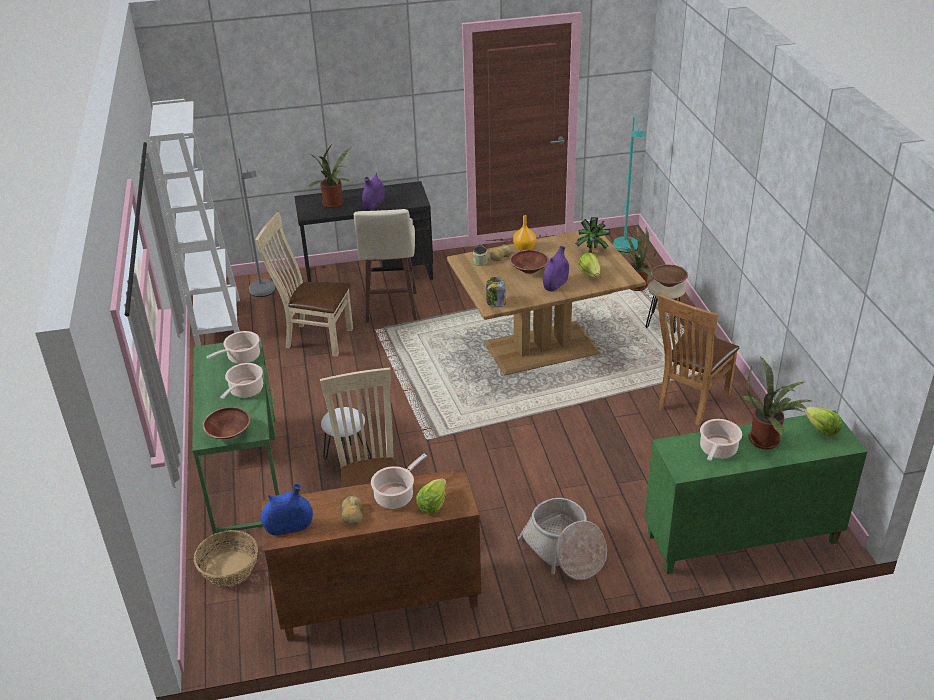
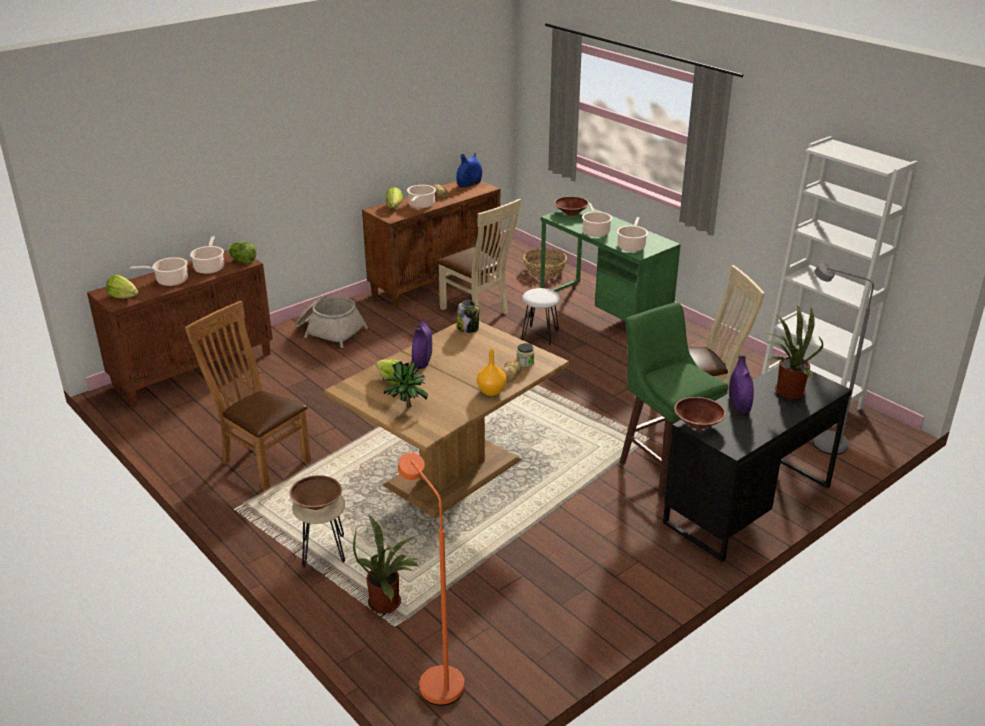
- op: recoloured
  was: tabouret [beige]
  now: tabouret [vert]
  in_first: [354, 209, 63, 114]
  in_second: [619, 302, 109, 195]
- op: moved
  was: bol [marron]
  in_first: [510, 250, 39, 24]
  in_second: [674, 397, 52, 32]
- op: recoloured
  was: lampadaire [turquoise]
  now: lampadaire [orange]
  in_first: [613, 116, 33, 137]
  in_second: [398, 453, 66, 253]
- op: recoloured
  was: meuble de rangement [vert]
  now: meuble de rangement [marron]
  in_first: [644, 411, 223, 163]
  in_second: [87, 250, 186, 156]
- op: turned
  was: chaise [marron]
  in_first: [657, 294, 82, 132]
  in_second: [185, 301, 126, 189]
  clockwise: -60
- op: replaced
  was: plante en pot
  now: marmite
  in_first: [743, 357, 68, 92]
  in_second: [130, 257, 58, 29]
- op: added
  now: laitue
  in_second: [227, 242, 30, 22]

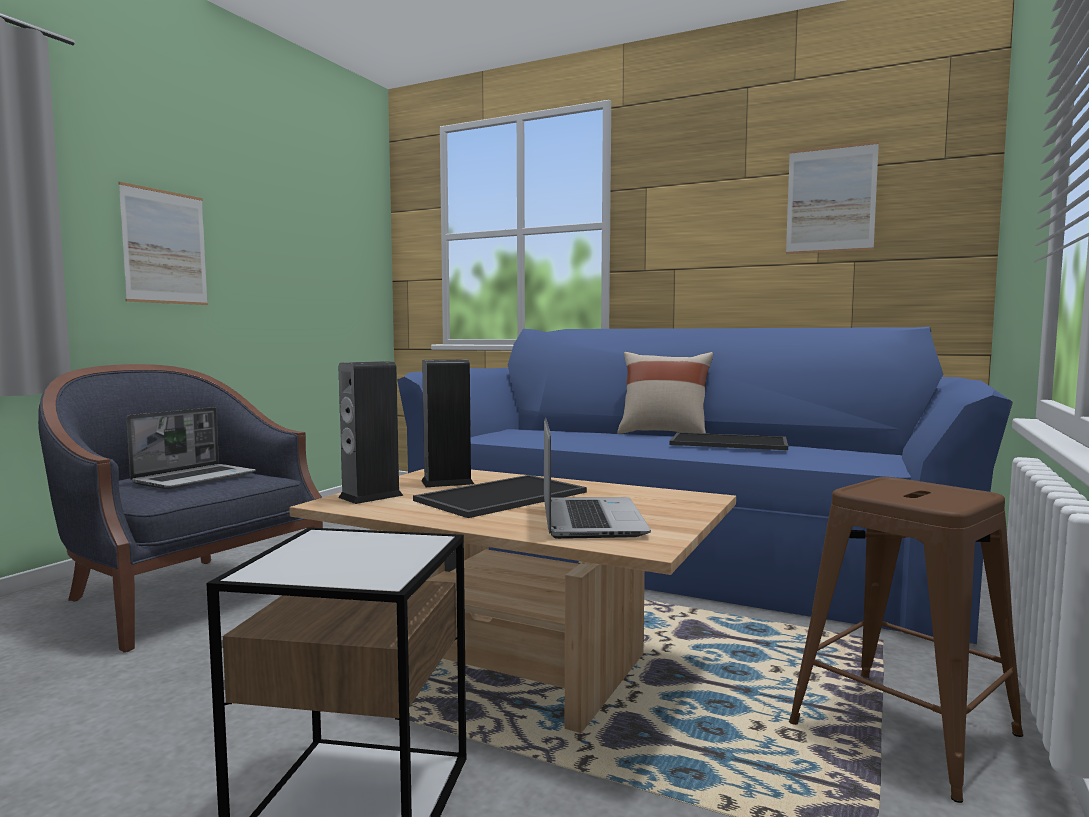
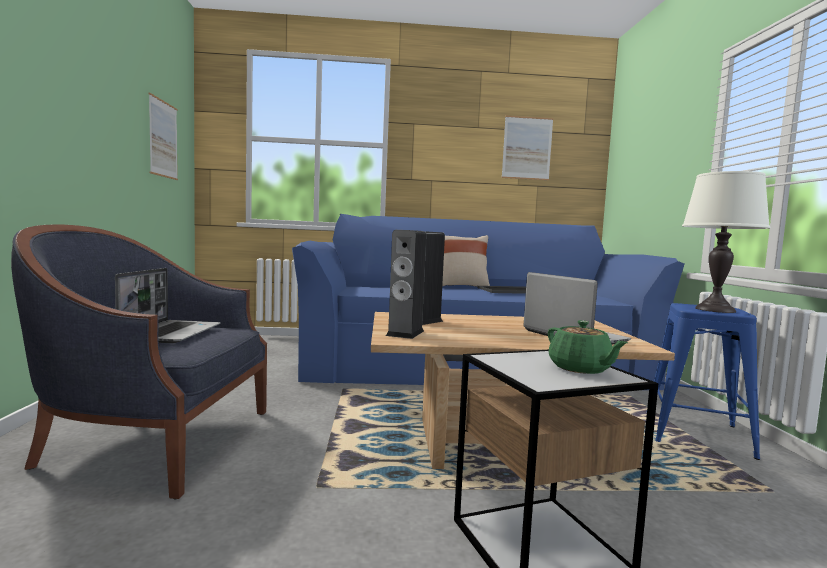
- op: moved
  was: tableau
  in_first: [118, 182, 90, 123]
  in_second: [149, 93, 29, 87]
- op: removed
  was: plateau
  in_first: [413, 475, 174, 43]
- op: recoloured
  was: tabouret [marron]
  now: tabouret [bleu]
  in_first: [789, 477, 234, 326]
  in_second: [646, 303, 114, 157]
- op: added
  now: théière [vert]
  in_second: [548, 320, 80, 54]
- op: added
  now: lampe de table [blanc]
  in_second: [682, 171, 88, 142]

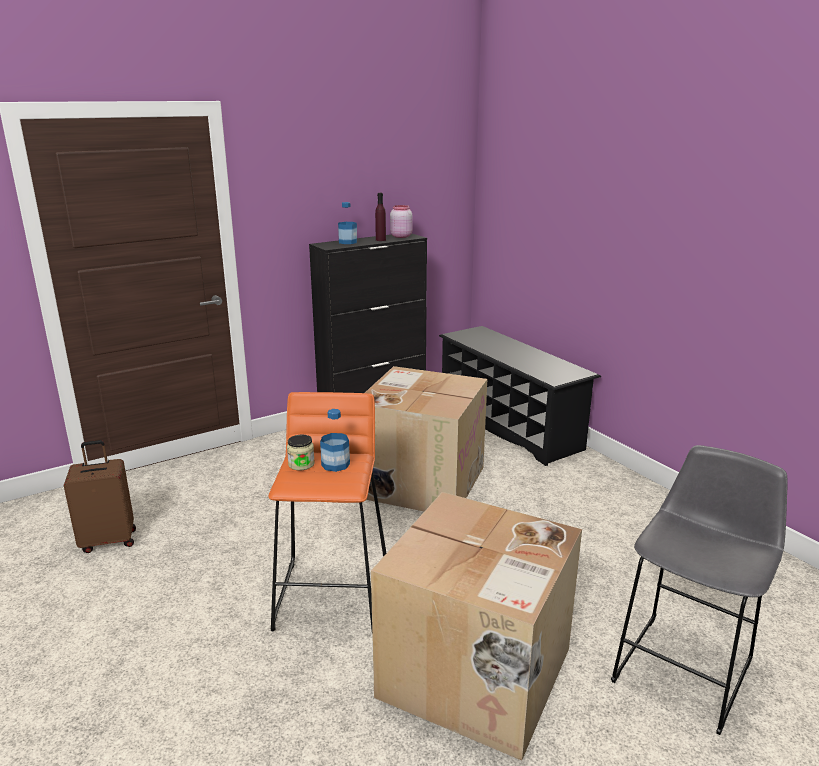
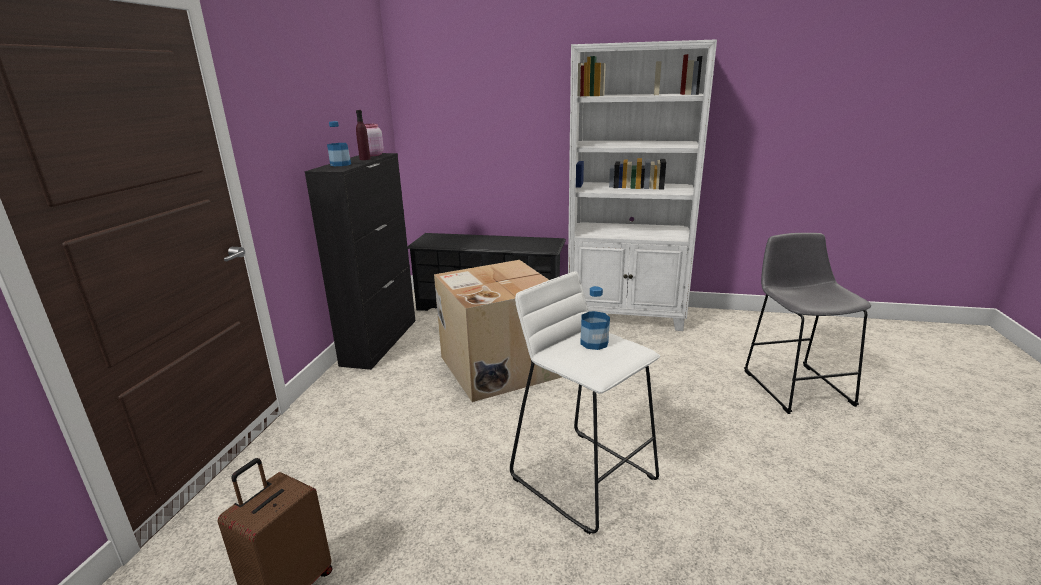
- op: recoloured
  was: tabouret [orange]
  now: tabouret [blanc]
  in_first: [268, 392, 118, 239]
  in_second: [510, 271, 150, 263]
- op: removed
  was: bocal
  in_first: [287, 435, 28, 35]
- op: removed
  was: carton
  in_first: [371, 492, 211, 268]
- op: added
  now: bibliothèque [blanc]
  in_second: [568, 39, 149, 292]

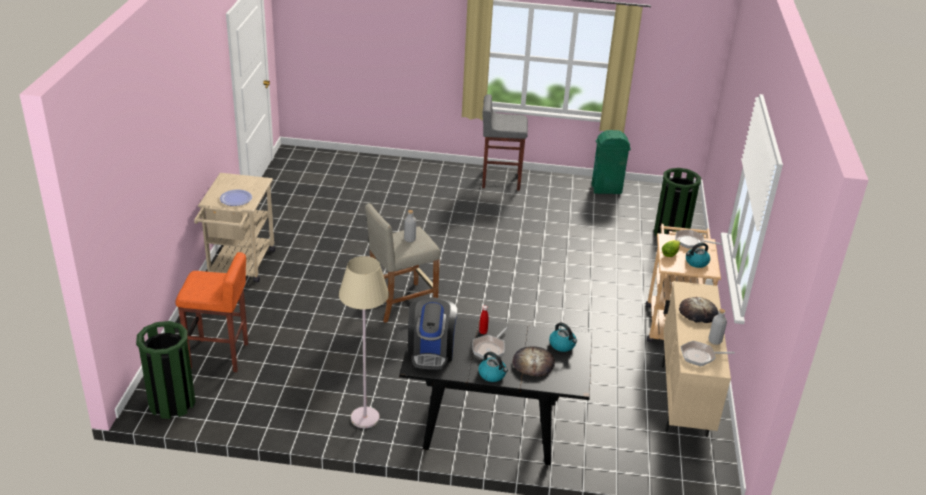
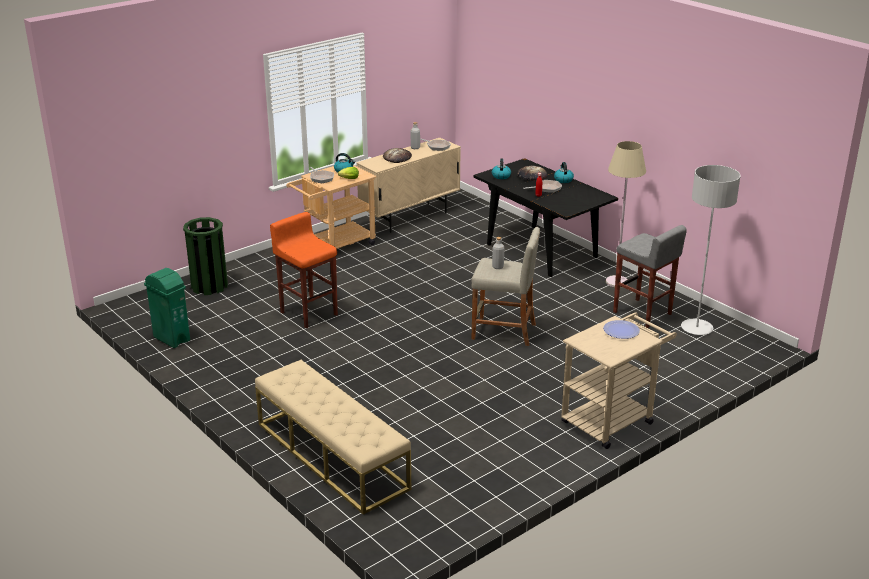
- op: removed
  was: poubelle [vert]
  in_first: [136, 321, 60, 98]
- op: moved
  was: tabouret [orange]
  in_first: [175, 252, 73, 120]
  in_second: [270, 212, 68, 116]
- op: removed
  was: machine à café
  in_first: [408, 297, 49, 73]
- op: moved
  was: tabouret [gris]
  in_first: [482, 94, 46, 97]
  in_second: [613, 225, 74, 103]
- op: added
  now: banc [beige]
  in_second: [255, 360, 156, 155]
- op: added
  now: lampadaire [gris]
  in_second: [681, 165, 60, 170]

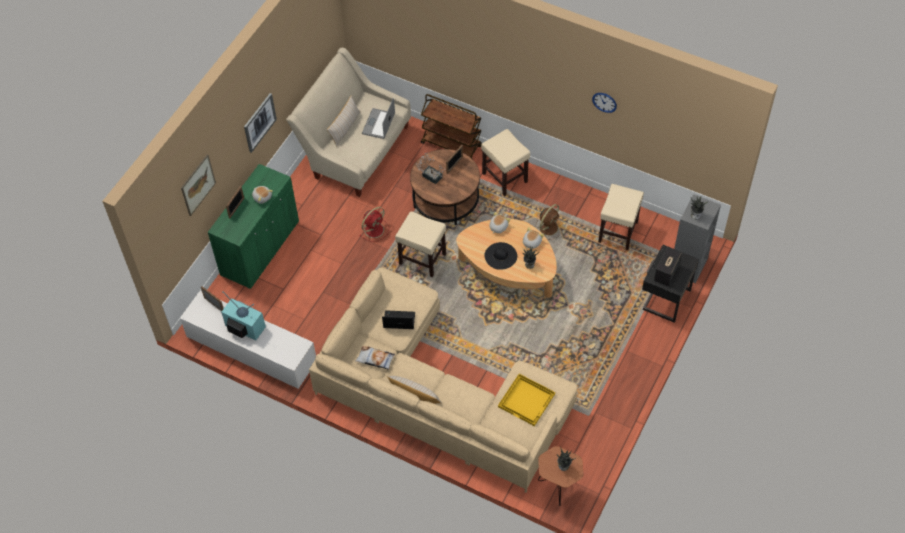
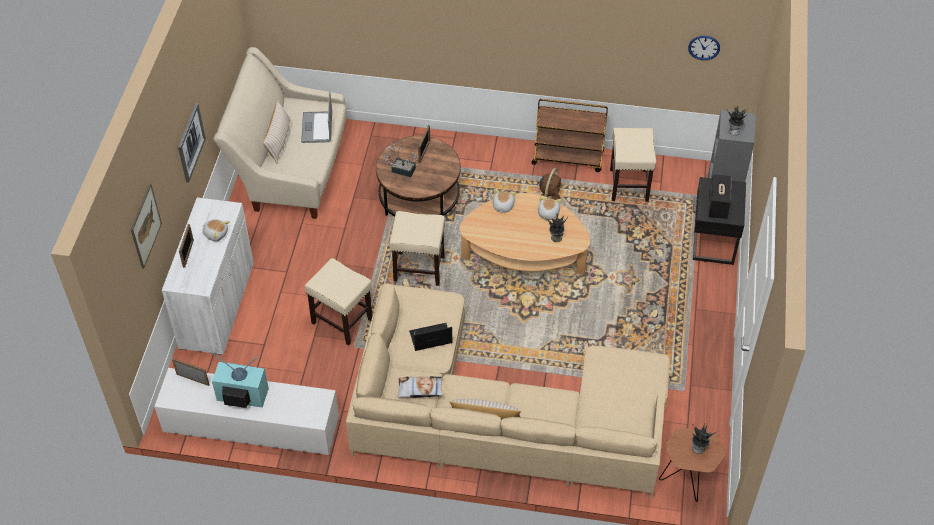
- op: recoloured
  was: meuble de rangement [vert]
  now: meuble de rangement [blanc]
  in_first: [208, 164, 91, 125]
  in_second: [162, 198, 92, 157]
- op: removed
  was: ventilateur [rouge]
  in_first: [360, 207, 29, 35]
- op: moved
  was: chariot [marron]
  in_first: [421, 94, 61, 64]
  in_second: [531, 99, 77, 73]
- op: moved
  was: tabouret [beige]
  in_first: [481, 129, 49, 67]
  in_second: [305, 258, 67, 87]
- op: removed
  was: chapeau [noir]
  in_first: [485, 242, 32, 28]
- op: removed
  was: plateau [jaune]
  in_first: [498, 374, 57, 52]
- op: moved
  was: horloge murale
  in_first: [592, 93, 25, 20]
  in_second: [688, 36, 32, 24]

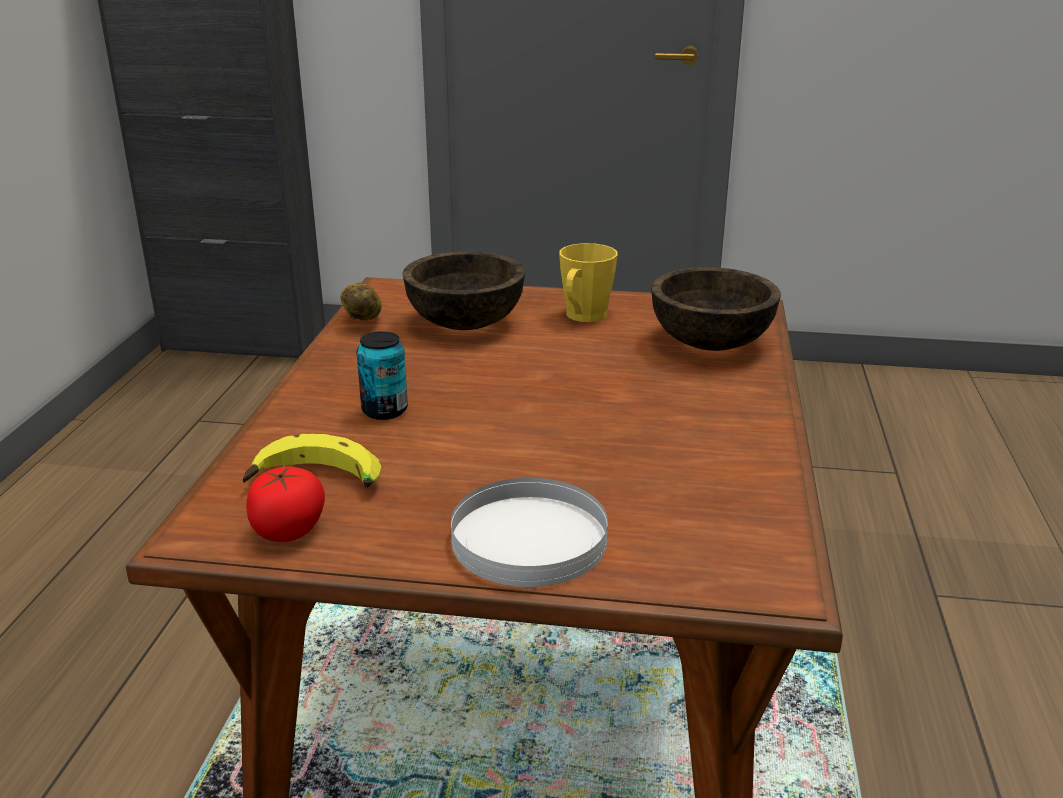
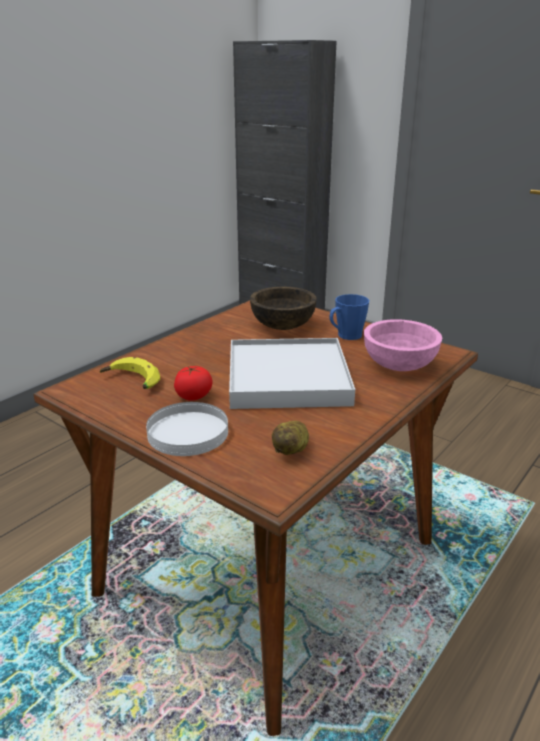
- op: moved
  was: tomate
  in_first: [246, 466, 79, 76]
  in_second: [174, 366, 38, 34]
- op: moved
  was: pomme de terre
  in_first: [341, 283, 41, 38]
  in_second: [272, 421, 37, 34]
- op: removed
  was: boîte métallique
  in_first: [357, 331, 51, 89]
- op: recoloured
  was: mug [jaune]
  now: mug [bleu]
  in_first: [559, 243, 59, 79]
  in_second: [329, 294, 40, 46]
- op: recoloured
  was: bol [marron]
  now: bol [rose]
  in_first: [651, 267, 130, 84]
  in_second: [364, 319, 78, 52]
- op: added
  now: plateau [blanc]
  in_second: [229, 338, 126, 71]

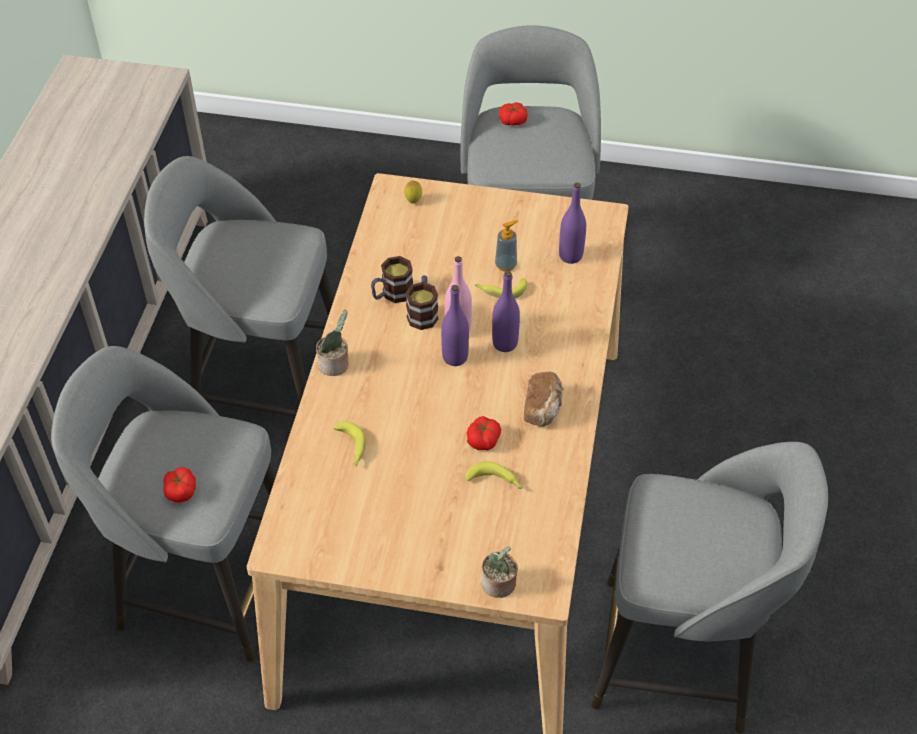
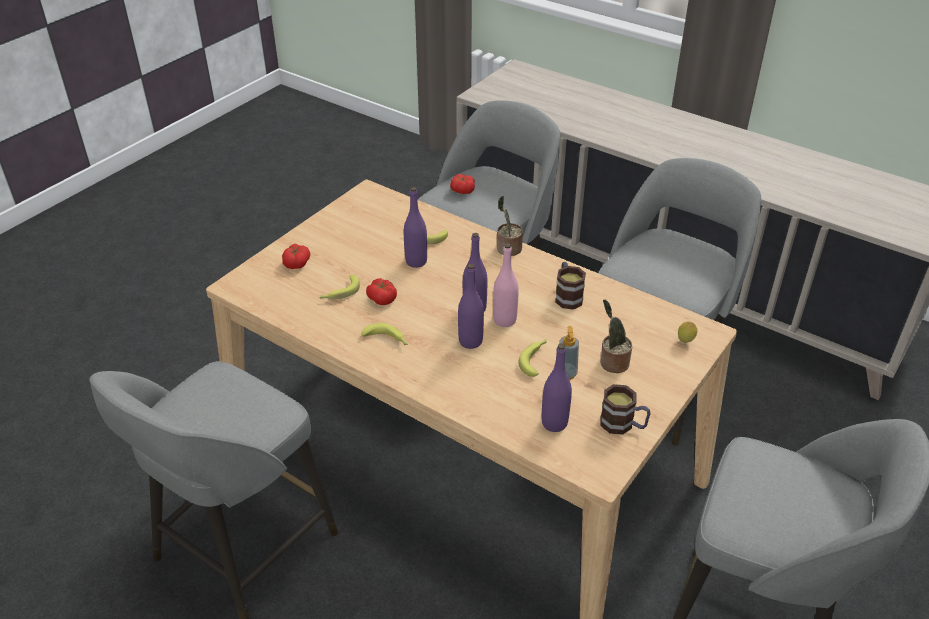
- op: moved
  was: mug
  in_first: [406, 275, 32, 55]
  in_second: [600, 384, 51, 51]
- op: moved
  was: plante en pot
  in_first: [481, 546, 37, 52]
  in_second: [600, 299, 32, 74]
- op: moved
  was: tomate
  in_first: [499, 103, 29, 23]
  in_second: [282, 244, 28, 25]
- op: replaced
  was: pain
  now: banane
  in_first: [524, 371, 40, 56]
  in_second: [361, 323, 47, 22]
- op: added
  now: bouteille [violet]
  in_second: [404, 187, 23, 81]

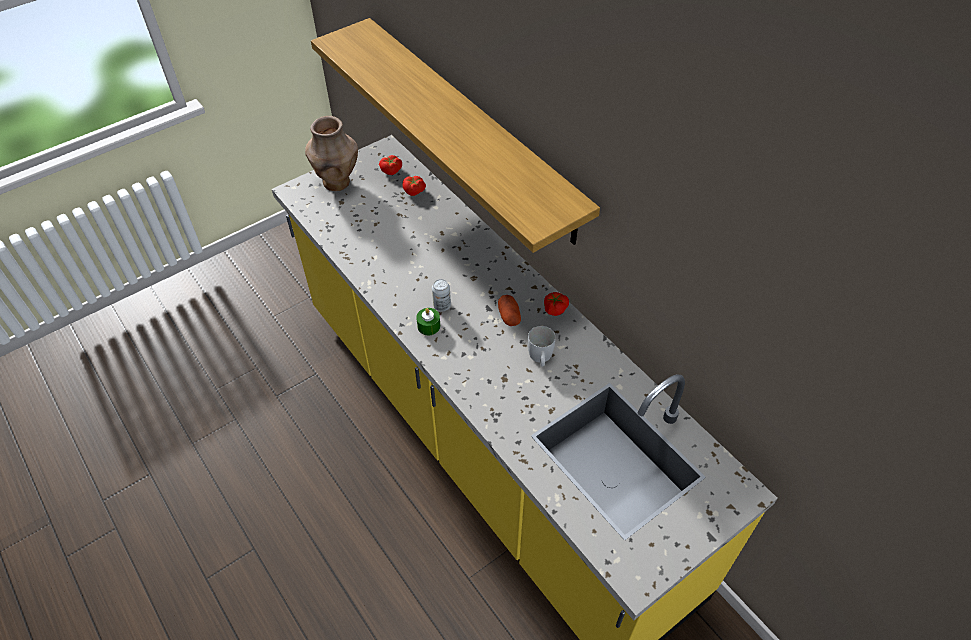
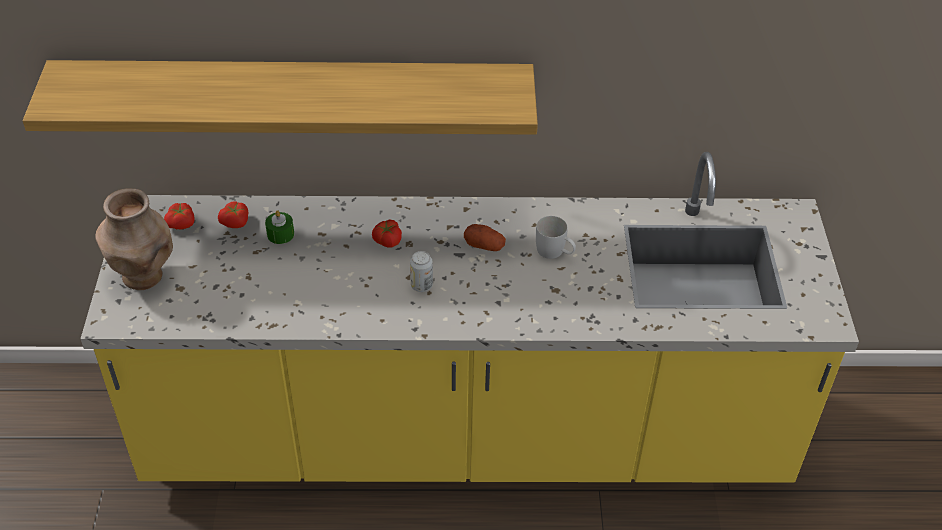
- op: moved
  was: bougie [vert]
  in_first: [416, 308, 24, 27]
  in_second: [265, 210, 29, 34]
- op: moved
  was: tomate
  in_first: [544, 292, 25, 24]
  in_second: [372, 220, 30, 28]

